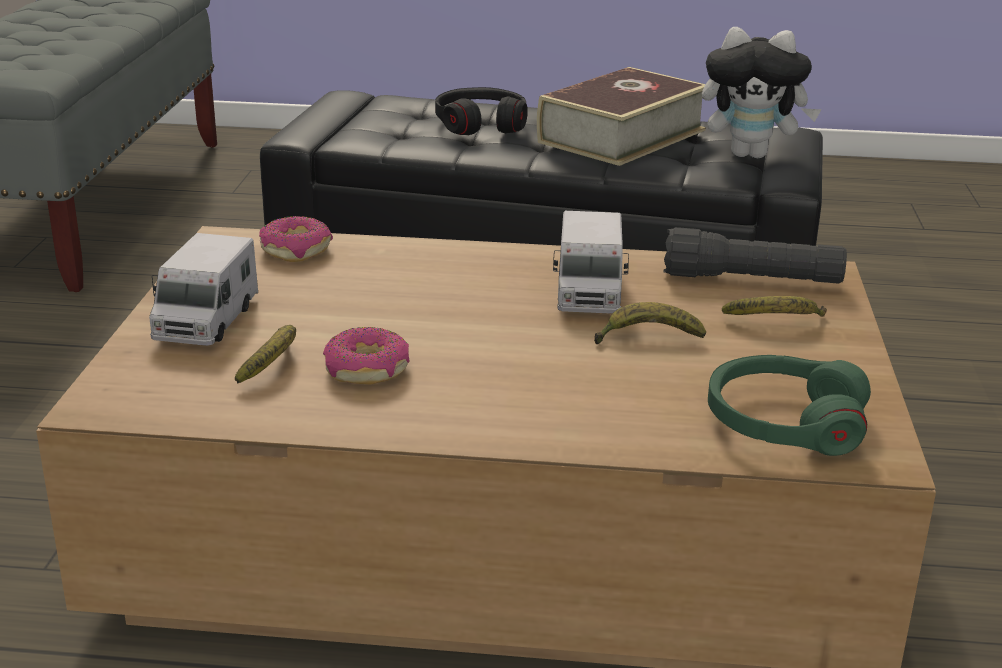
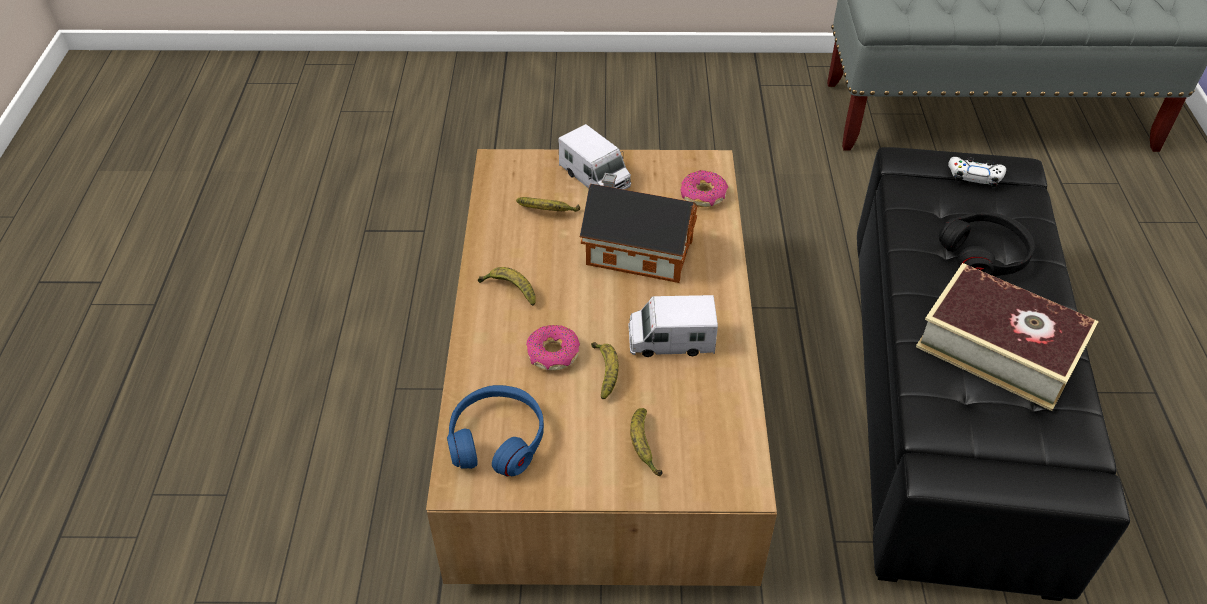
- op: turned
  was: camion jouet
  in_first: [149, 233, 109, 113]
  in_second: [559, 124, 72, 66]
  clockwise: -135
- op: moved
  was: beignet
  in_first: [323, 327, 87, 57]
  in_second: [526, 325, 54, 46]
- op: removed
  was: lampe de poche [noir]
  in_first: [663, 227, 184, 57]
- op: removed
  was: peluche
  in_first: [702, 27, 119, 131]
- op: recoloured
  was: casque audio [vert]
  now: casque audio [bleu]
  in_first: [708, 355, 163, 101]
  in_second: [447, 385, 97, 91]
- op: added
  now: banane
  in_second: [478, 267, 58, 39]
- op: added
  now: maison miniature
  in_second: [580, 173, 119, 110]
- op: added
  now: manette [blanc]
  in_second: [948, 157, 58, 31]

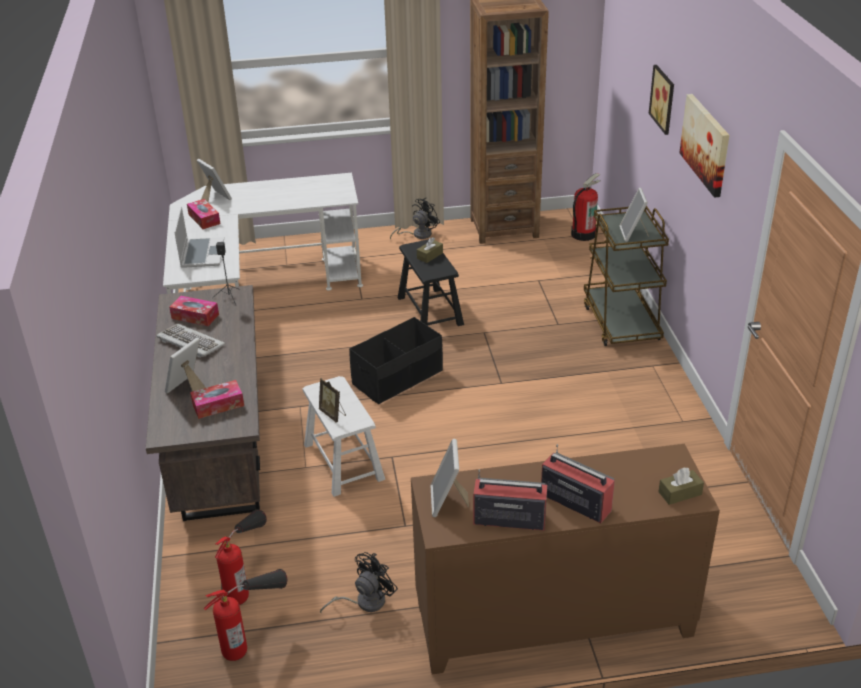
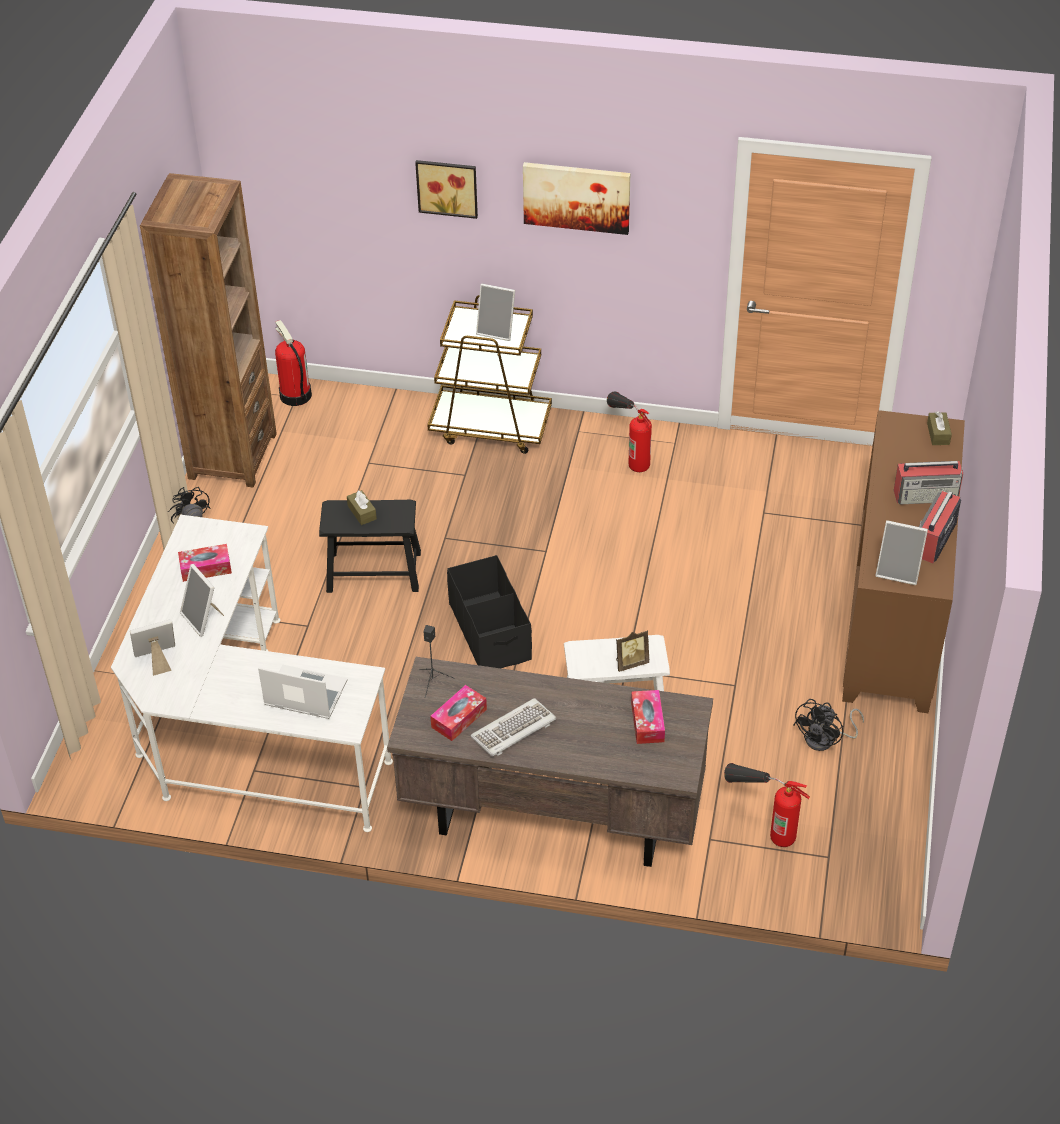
- op: moved
  was: cadre photo
  in_first: [165, 338, 41, 55]
  in_second: [180, 564, 44, 73]
- op: moved
  was: boîte à mouchoirs
  in_first: [187, 199, 33, 30]
  in_second: [178, 544, 54, 38]
- op: moved
  was: extincteur
  in_first: [204, 569, 83, 92]
  in_second: [607, 392, 45, 80]
- op: turned
  was: ventilateur [noir]
  in_first: [320, 552, 78, 61]
  in_second: [793, 699, 71, 52]
  clockwise: -120
- op: turned
  was: radio
  in_first: [541, 444, 74, 79]
  in_second: [894, 461, 69, 44]
  clockwise: -150

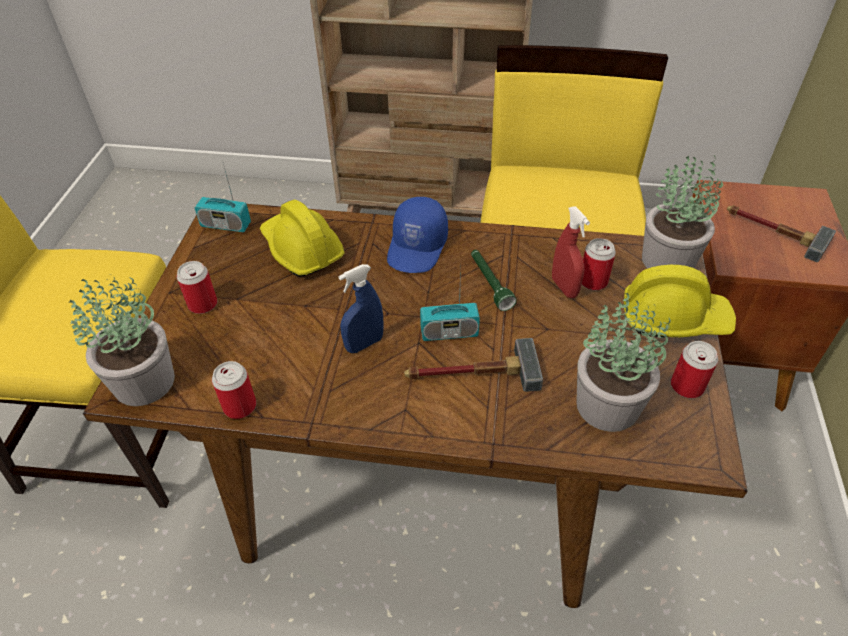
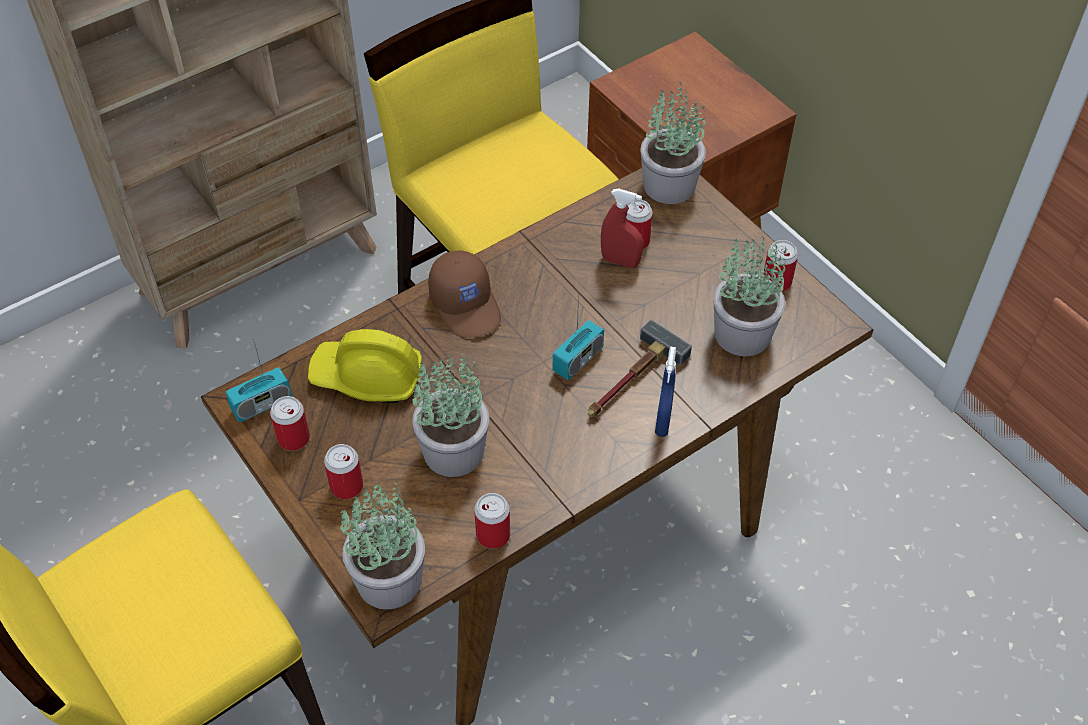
- op: moved
  was: vaporisateur [bleu]
  in_first: [338, 264, 45, 89]
  in_second: [655, 346, 21, 91]
- op: recoloured
  was: casquette [bleu]
  now: casquette [marron]
  in_first: [387, 197, 61, 76]
  in_second: [428, 250, 73, 88]
- op: removed
  was: lampe de poche [vert]
  in_first: [471, 250, 46, 61]
- op: removed
  was: casque de chantier [jaune]
  in_first: [624, 265, 112, 72]
- op: removed
  was: marteau
  in_first: [727, 205, 109, 57]
- op: added
  now: boîte métallique
  in_second: [270, 396, 40, 55]
- op: added
  now: plante en pot
  in_second: [412, 354, 77, 123]

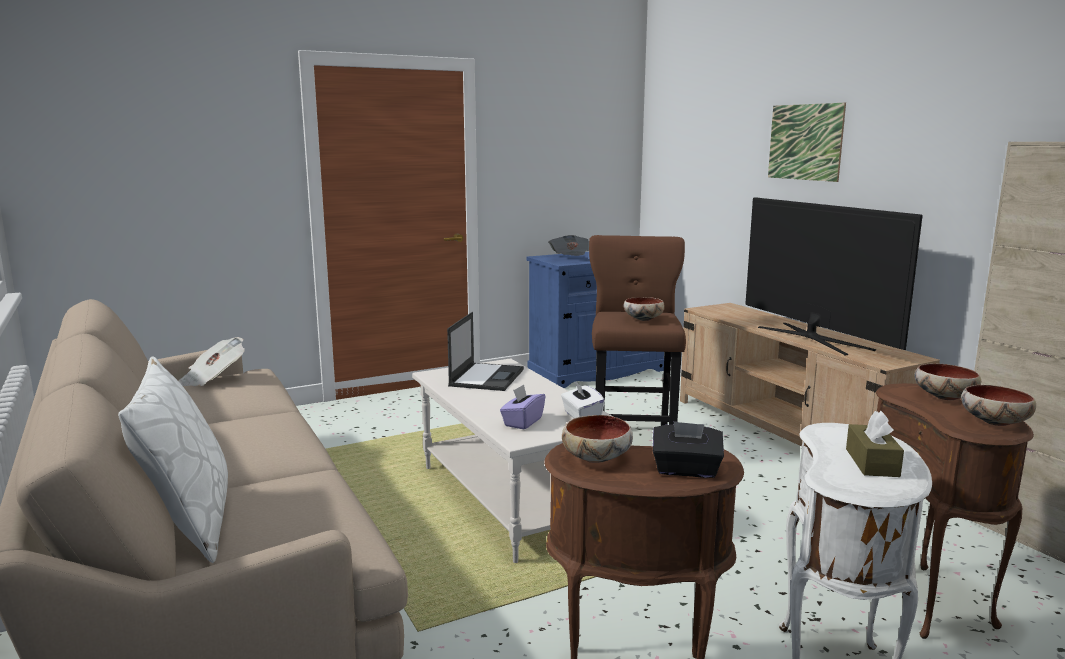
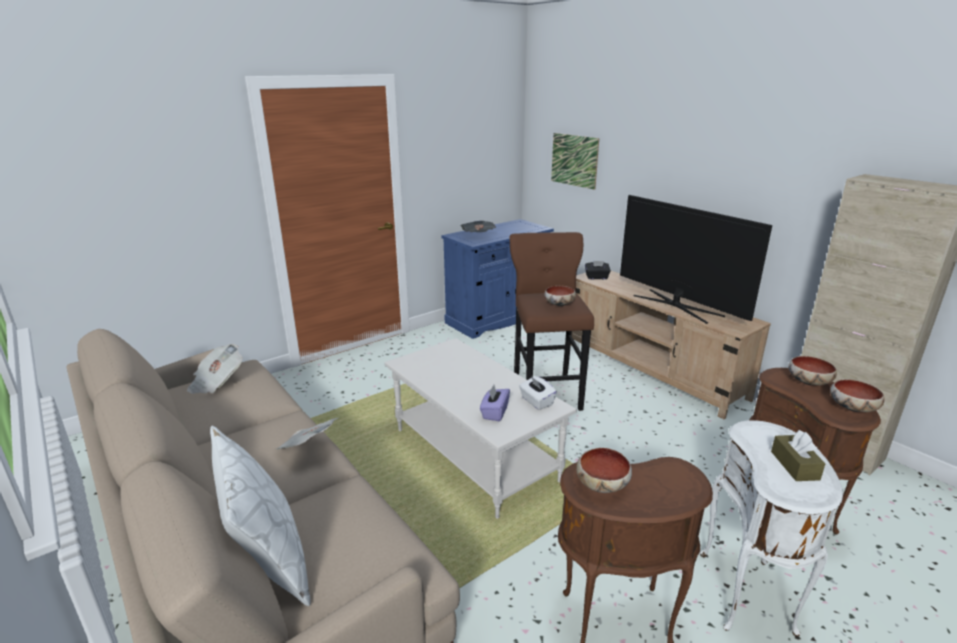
- op: removed
  was: ordinateur portable
  in_first: [447, 312, 77, 79]
- op: moved
  was: boîte à mouchoirs [noir]
  in_first: [653, 421, 71, 57]
  in_second: [585, 261, 26, 18]
- op: moved
  was: tableau
  in_first: [768, 103, 78, 79]
  in_second: [551, 133, 48, 57]
- op: added
  now: journal
  in_second: [276, 418, 62, 32]

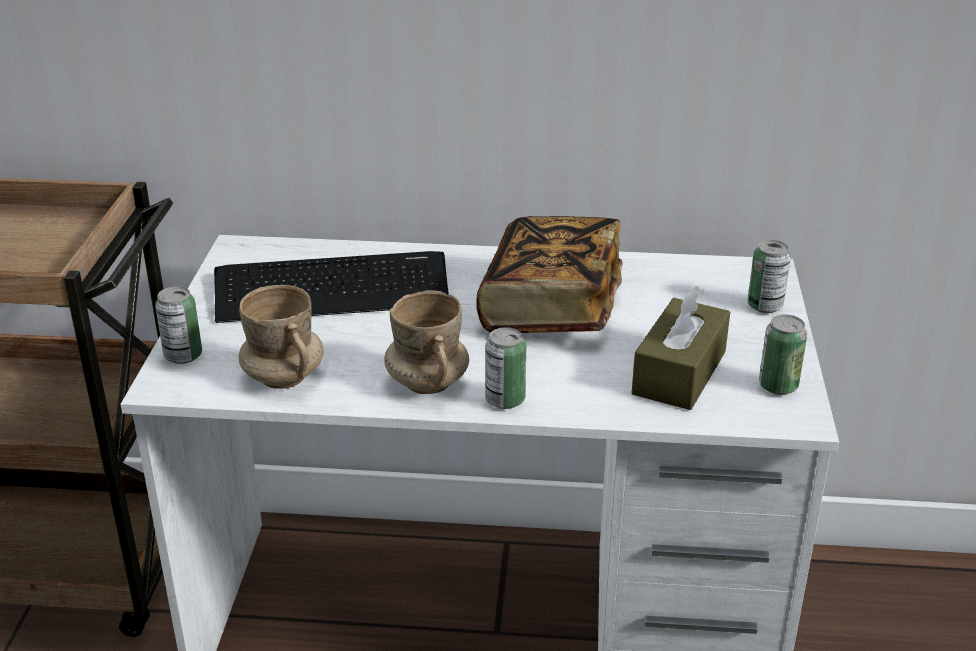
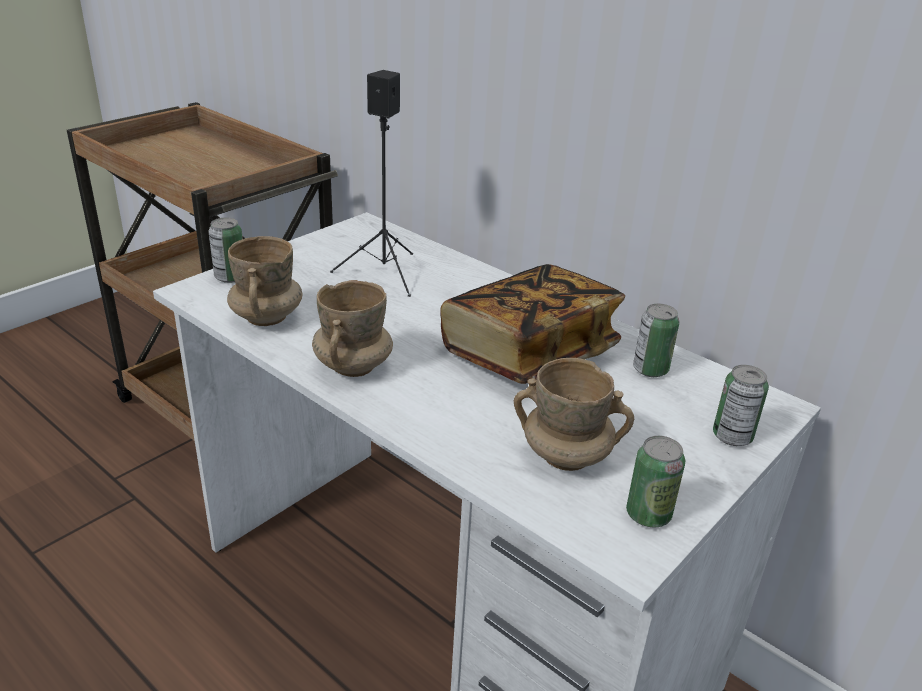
- op: replaced
  was: clavier
  now: enceinte [noir]
  in_first: [214, 251, 235, 72]
  in_second: [330, 70, 83, 227]
- op: moved
  was: boîte métallique
  in_first: [485, 327, 41, 82]
  in_second: [633, 304, 46, 73]
- op: replaced
  was: boîte à mouchoirs [marron]
  now: mug [beige]
  in_first: [632, 286, 98, 124]
  in_second: [514, 358, 120, 113]

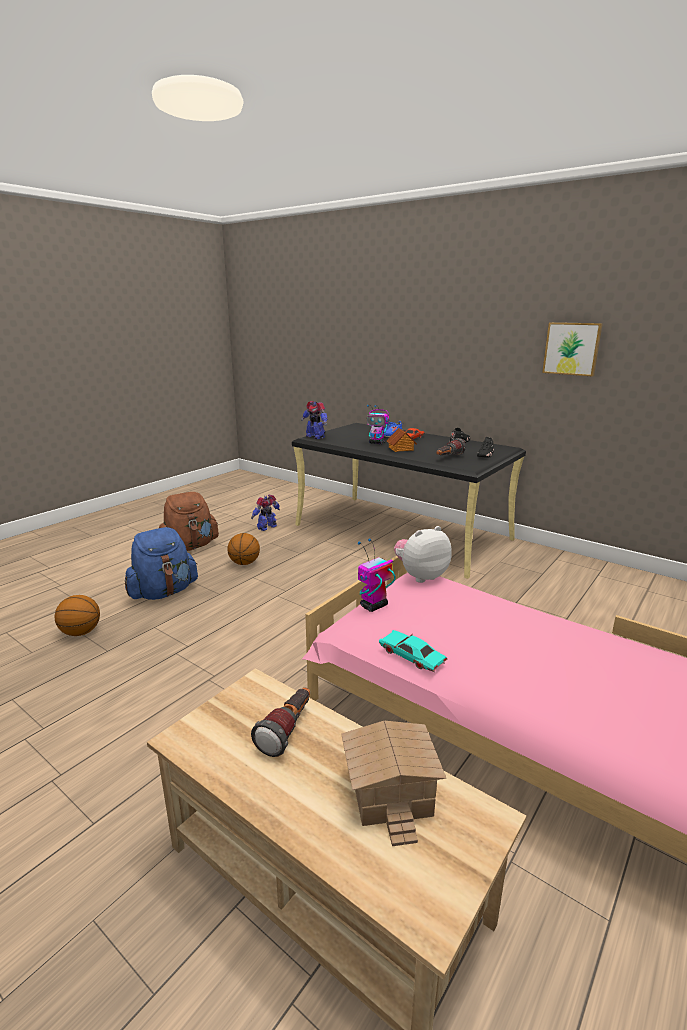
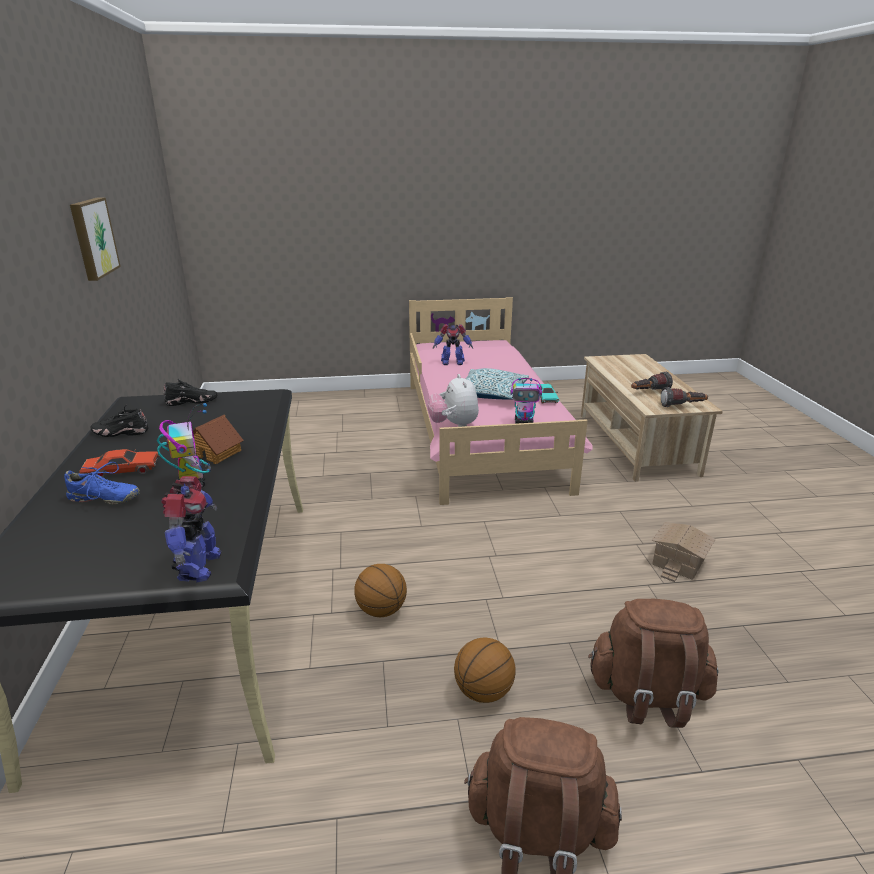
- op: moved
  was: ballon de basket
  in_first: [55, 595, 45, 41]
  in_second: [354, 564, 53, 53]
- op: recoloured
  was: sac à dos [bleu]
  now: sac à dos [marron]
  in_first: [125, 527, 73, 73]
  in_second: [588, 599, 130, 129]
- op: moved
  was: robot jouet
  in_first: [251, 495, 29, 36]
  in_second: [433, 324, 40, 41]
- op: moved
  was: maison miniature
  in_first: [341, 721, 105, 125]
  in_second: [652, 522, 64, 60]
- op: turned
  was: peluche
  in_first: [394, 526, 58, 57]
  in_second: [428, 374, 51, 53]
  clockwise: 60
- op: moved
  was: lampe de poche
  in_first: [436, 438, 30, 17]
  in_second: [661, 387, 47, 20]
- op: added
  now: coussin
  in_second: [466, 368, 63, 32]

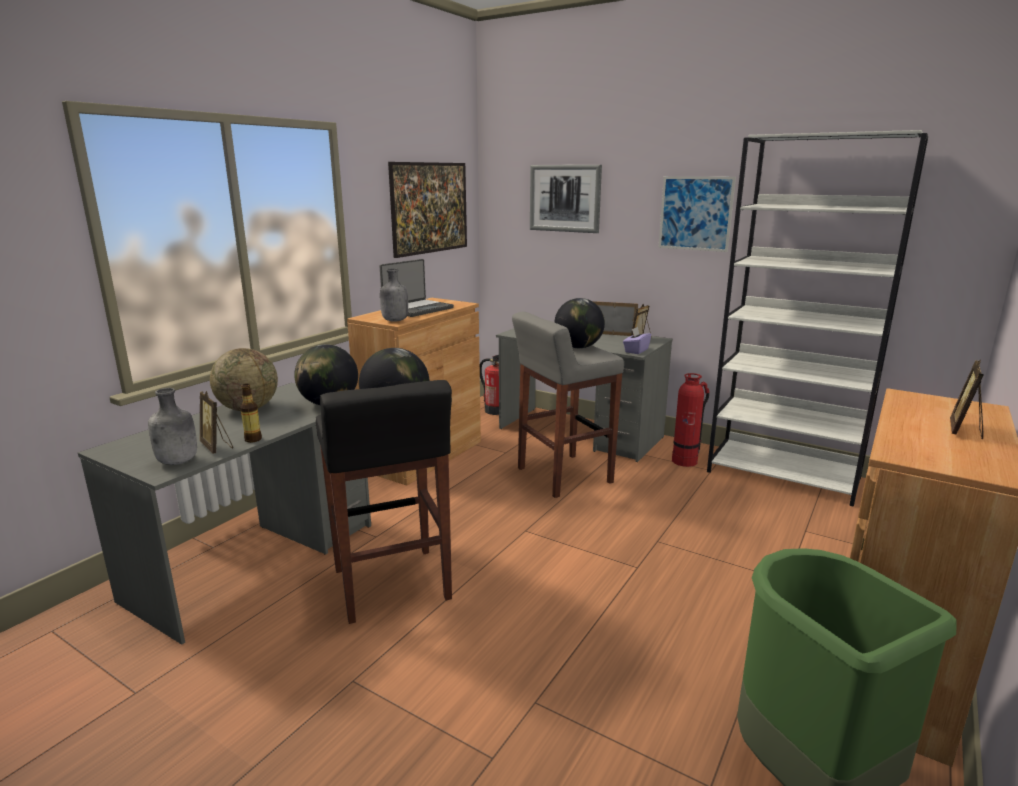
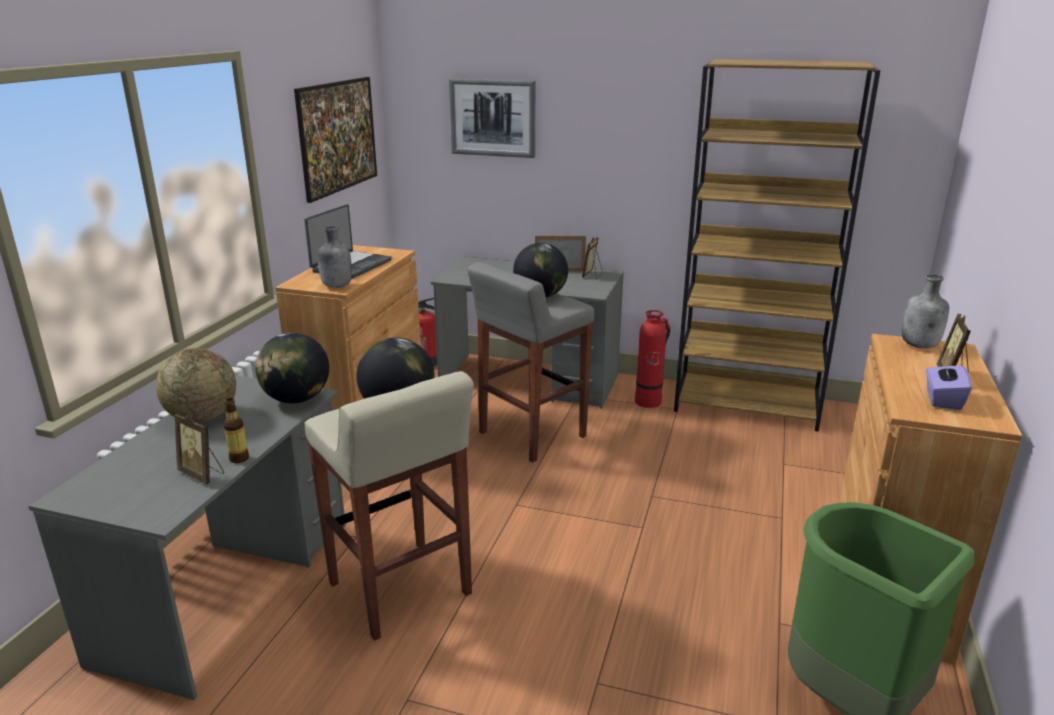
- op: moved
  was: bouteille [gris]
  in_first: [148, 388, 49, 77]
  in_second: [902, 274, 47, 74]
- op: recoloured
  was: tabouret [noir]
  now: tabouret [beige]
  in_first: [316, 380, 136, 244]
  in_second: [304, 371, 170, 270]
- op: moved
  was: boîte à mouchoirs [violet]
  in_first: [623, 327, 28, 27]
  in_second: [926, 359, 45, 51]
- op: removed
  was: tableau
  in_first: [658, 176, 78, 76]
- op: recoloured
  was: bibliothèque [blanc]
  now: bibliothèque [marron]
  in_first: [707, 130, 221, 377]
  in_second: [674, 59, 207, 372]

